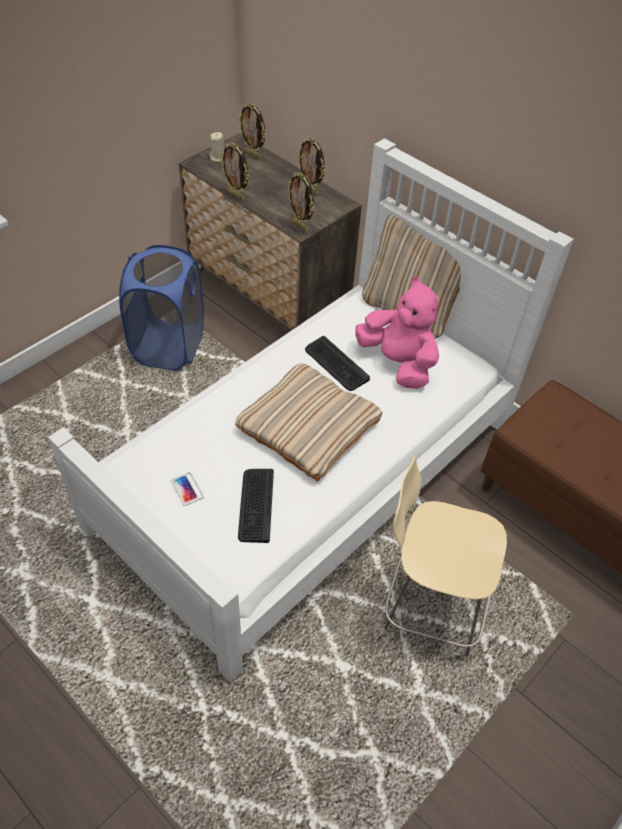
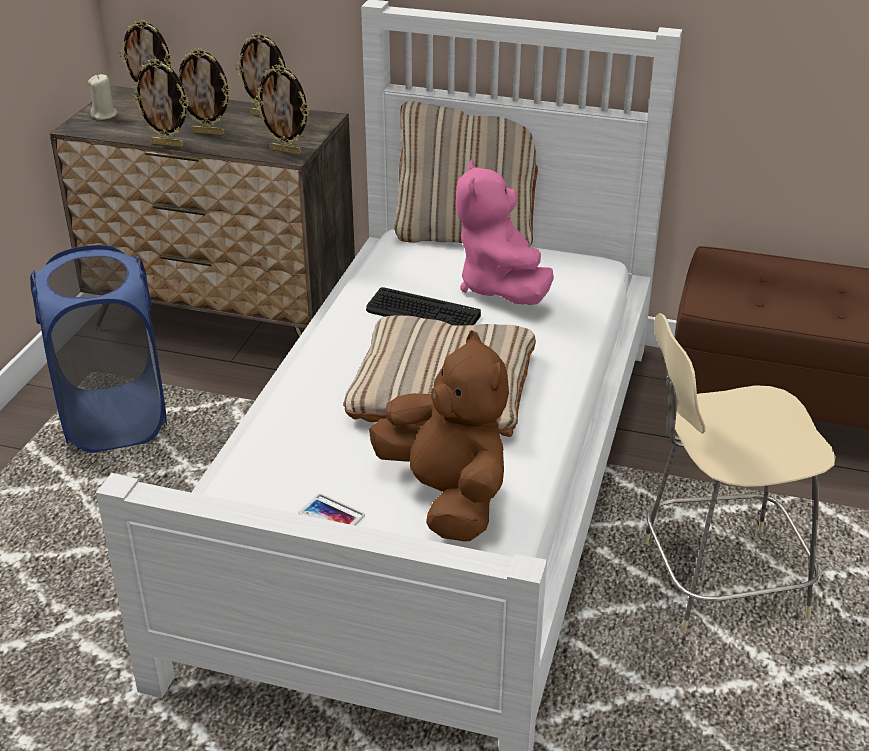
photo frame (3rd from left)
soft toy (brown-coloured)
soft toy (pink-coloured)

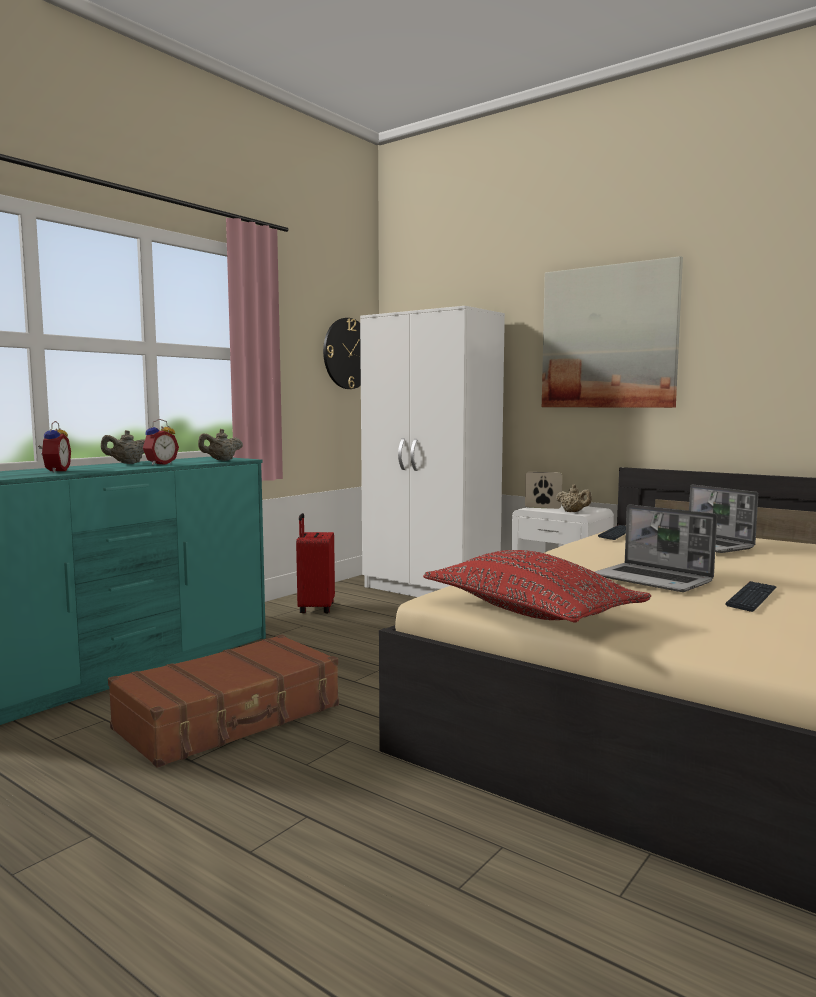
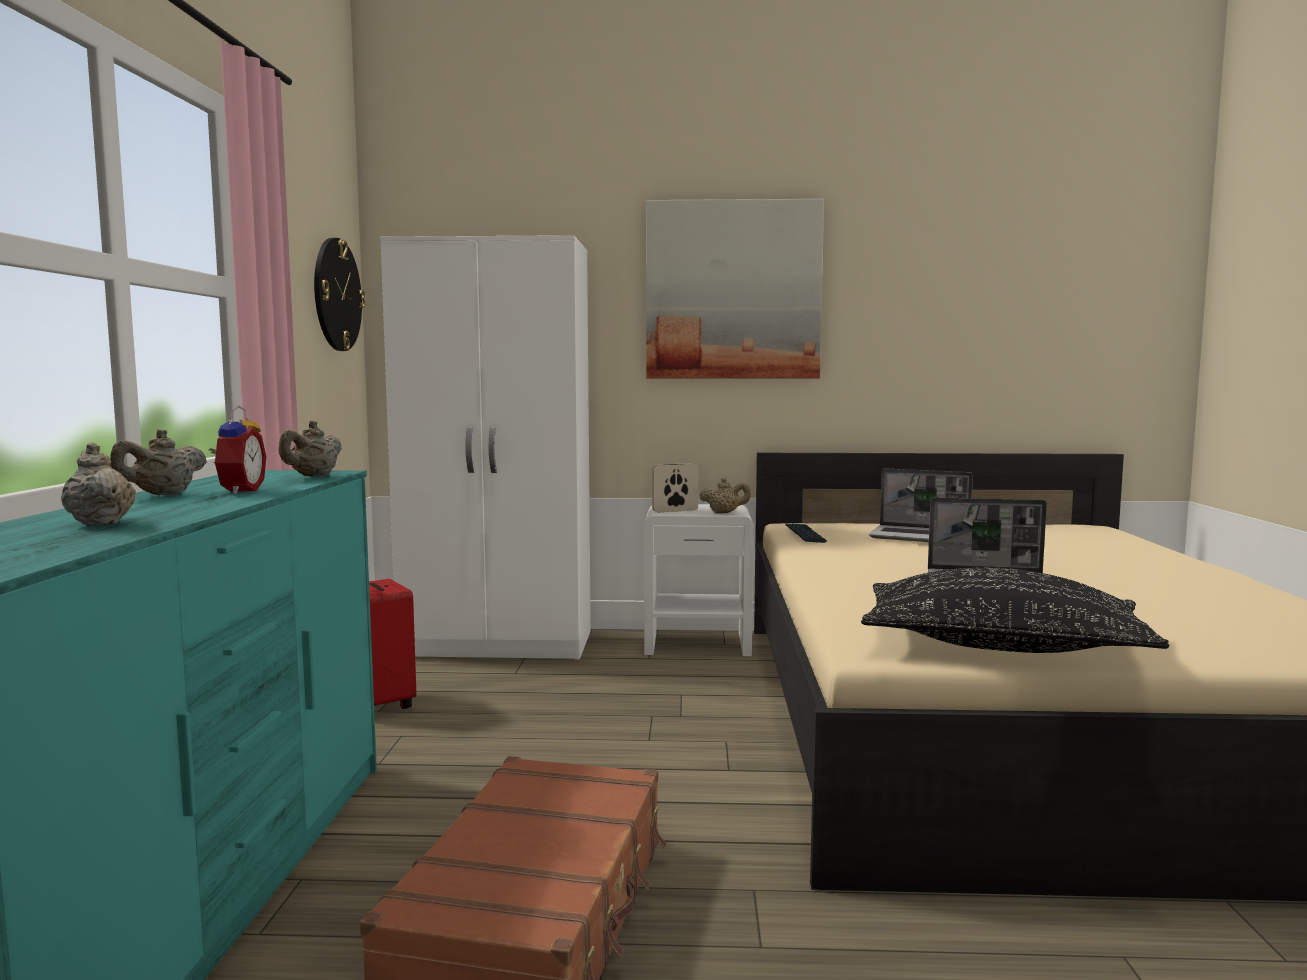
pot for tea (sand-coloured) (1st from left)
throw pillow (black-coloured)
computer keyboard (2nd from left in the first image)

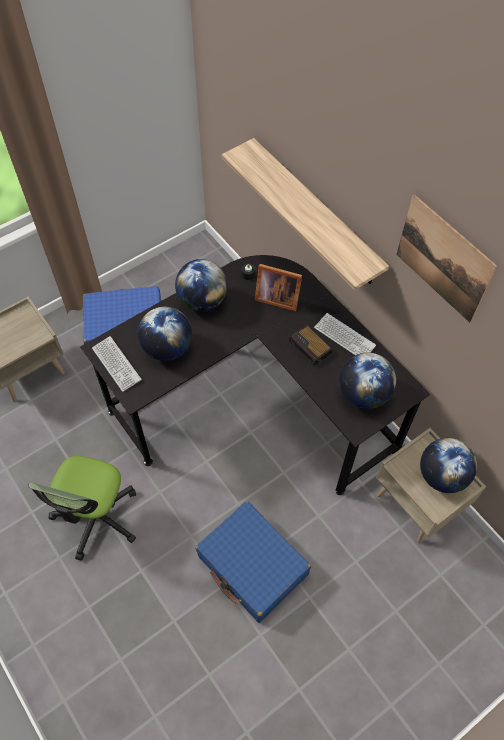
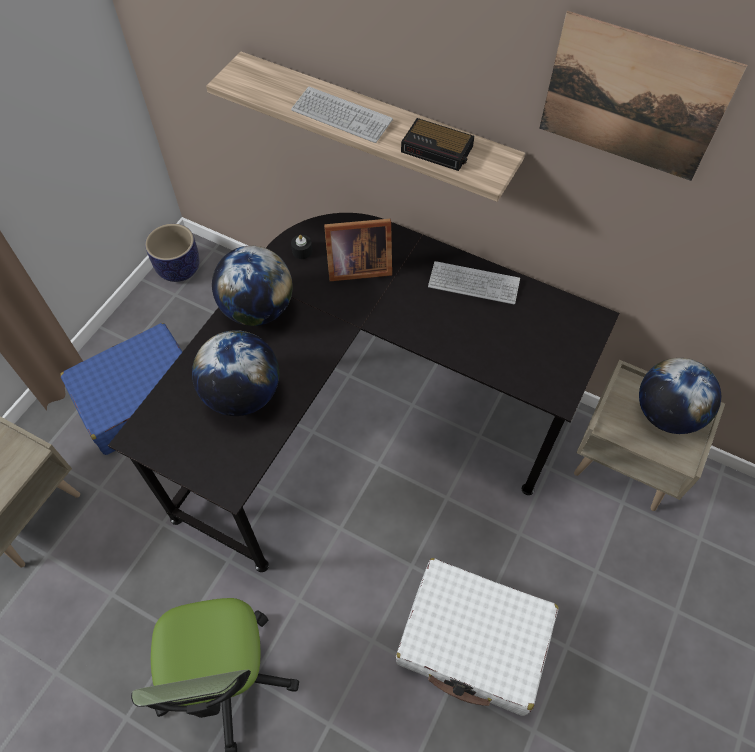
planter
computer keyboard (1st from left)
suitcase (white-coloured)
alarm clock
world globe (3rd from left in the first image)

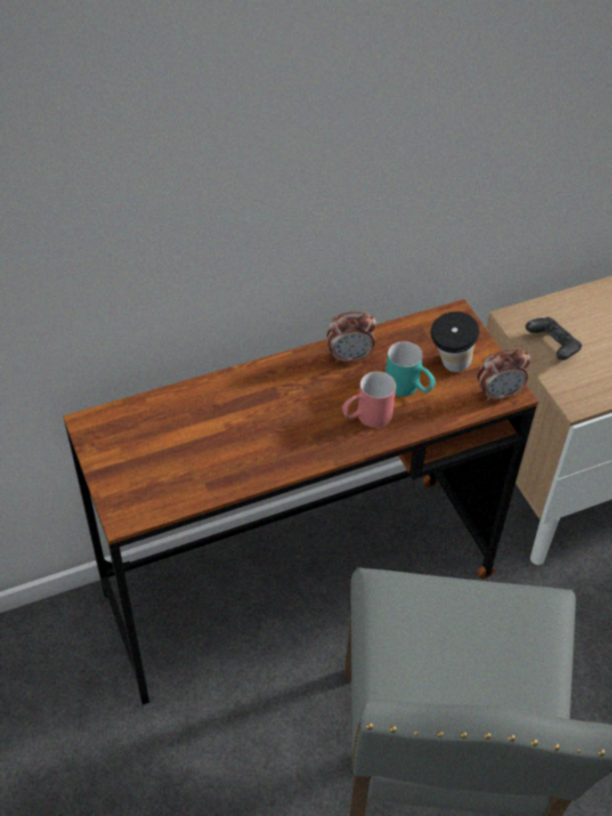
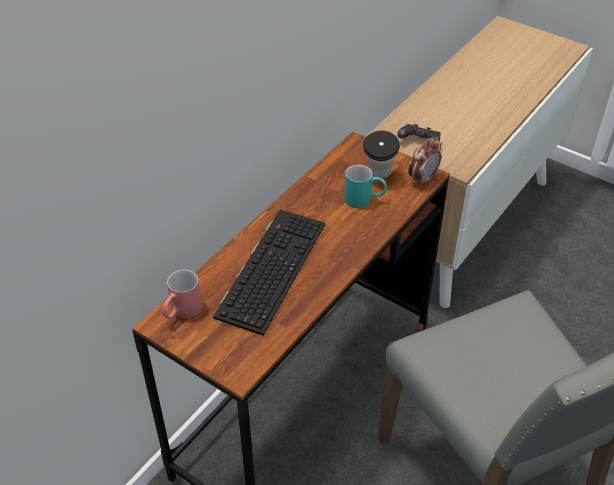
coffee mug (red-coloured)
computer keyboard
alarm clock (1st from left in the first image)

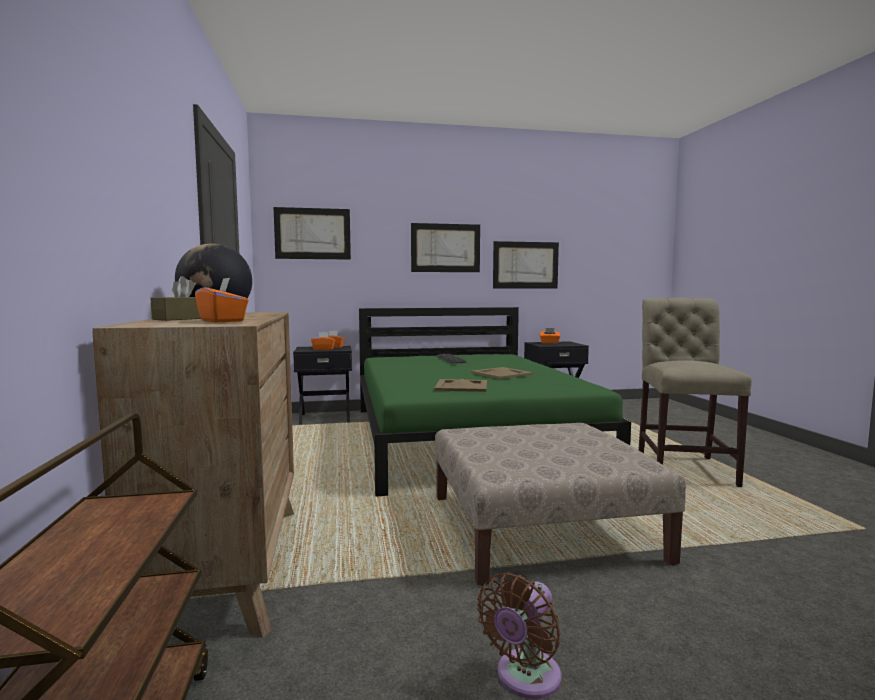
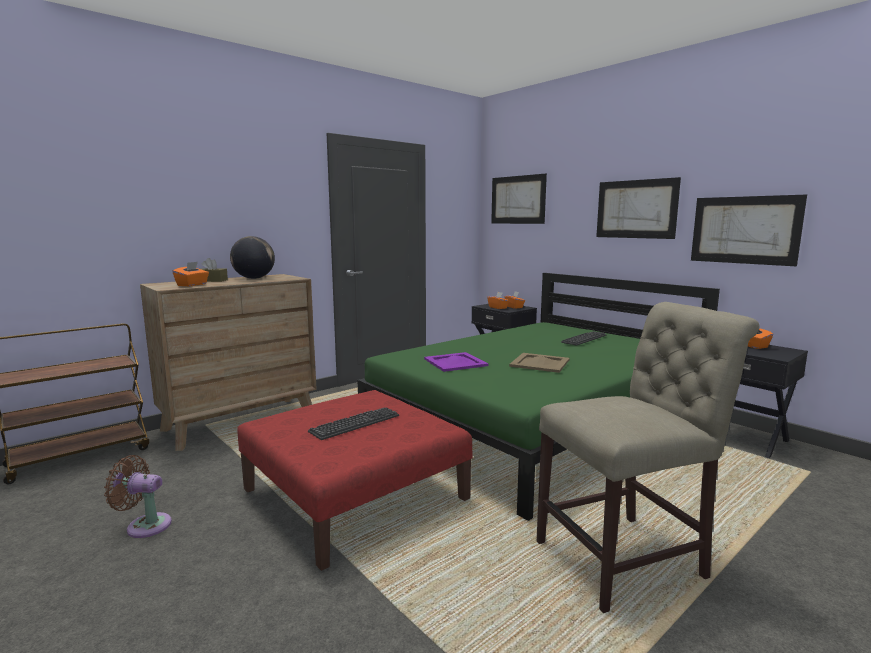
pouffe (red-coloured)
computer keyboard (1st from left)
tray (purple)

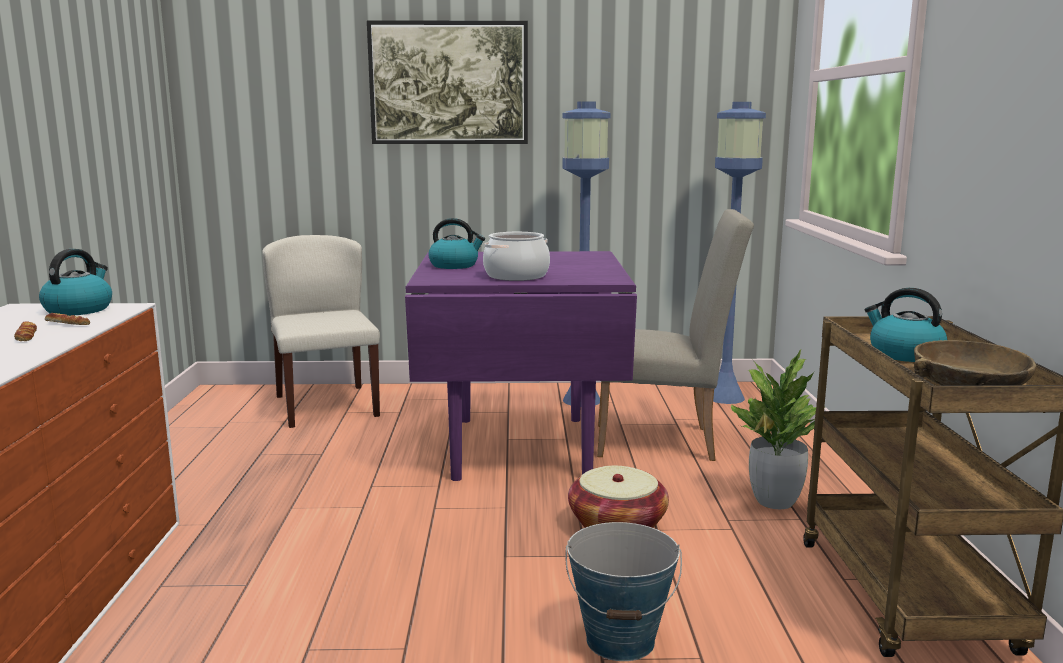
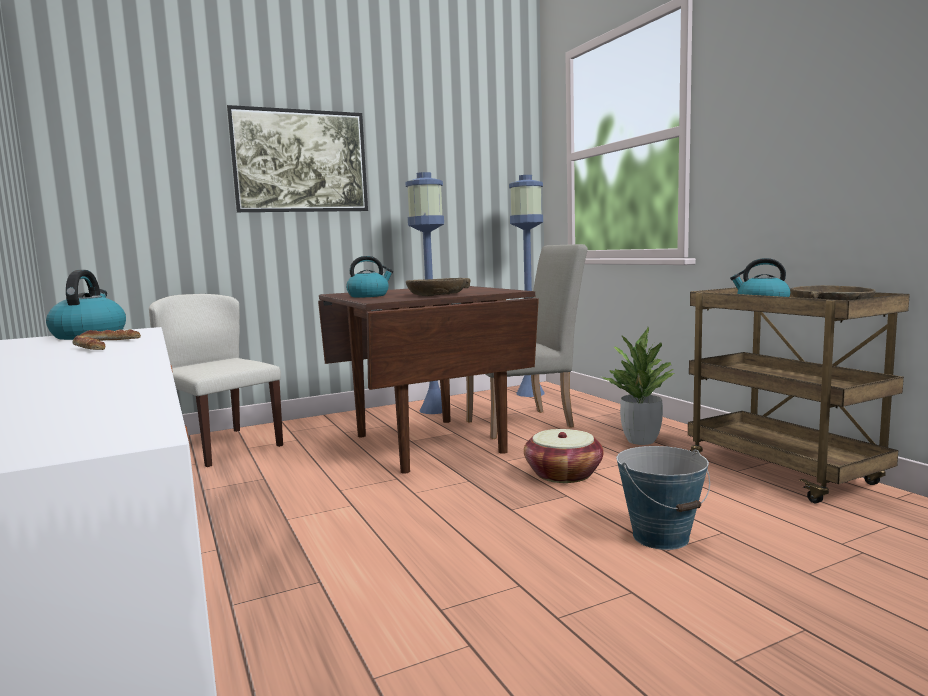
dinner table (brown-coloured)
bowl (brown-coloured) (1st from left)

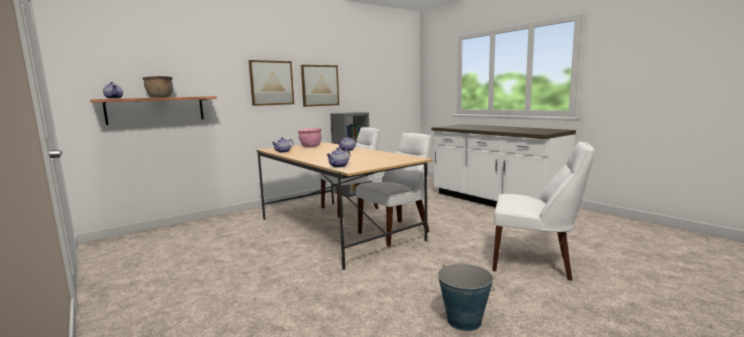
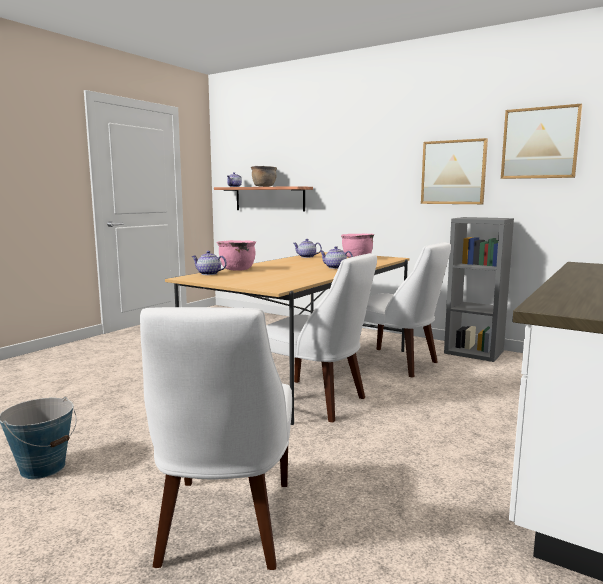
saucepot (pink-coloured) (1st from left)
wall art (2nd from left)

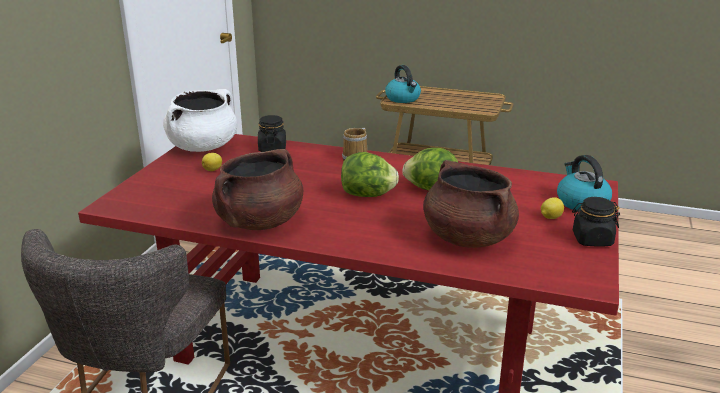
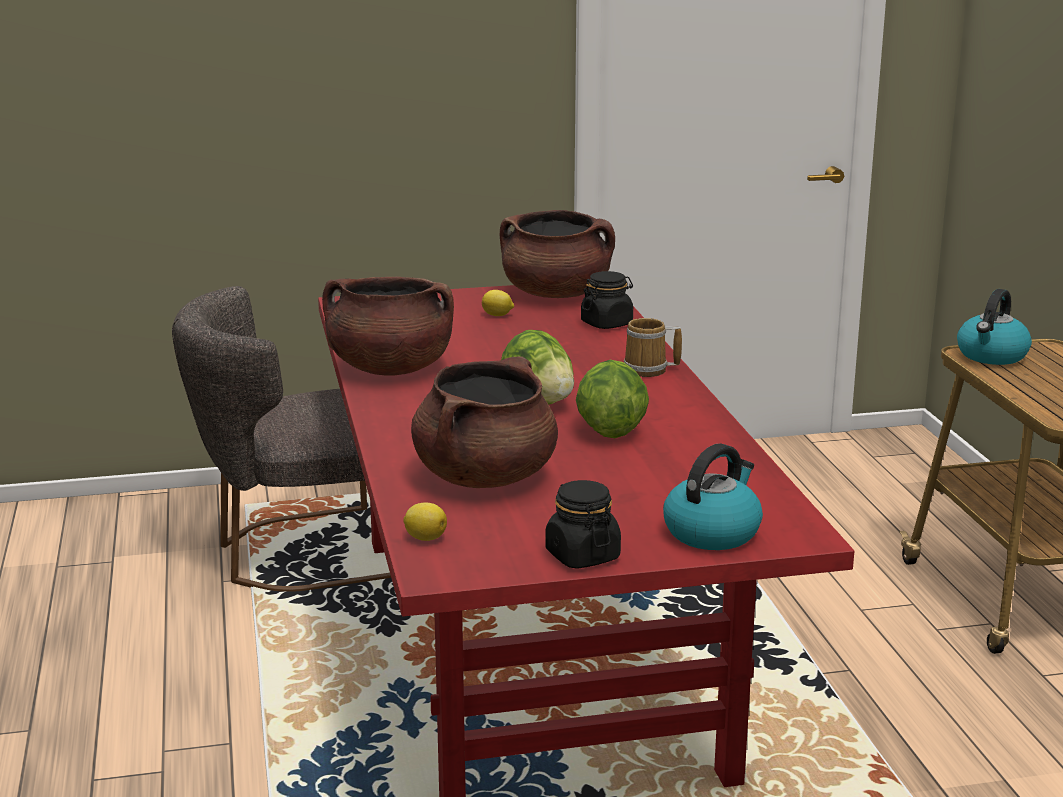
citrus fruit (1st from left)
saucepot (brown-coloured) (3rd from left)

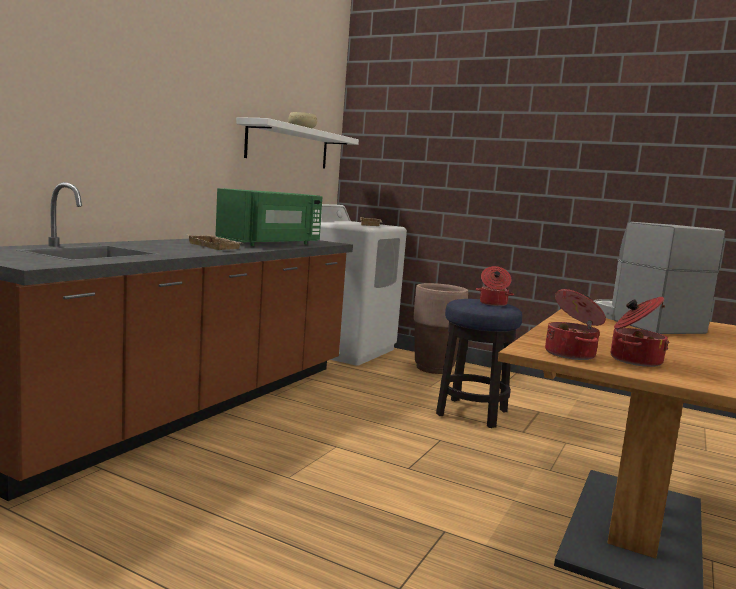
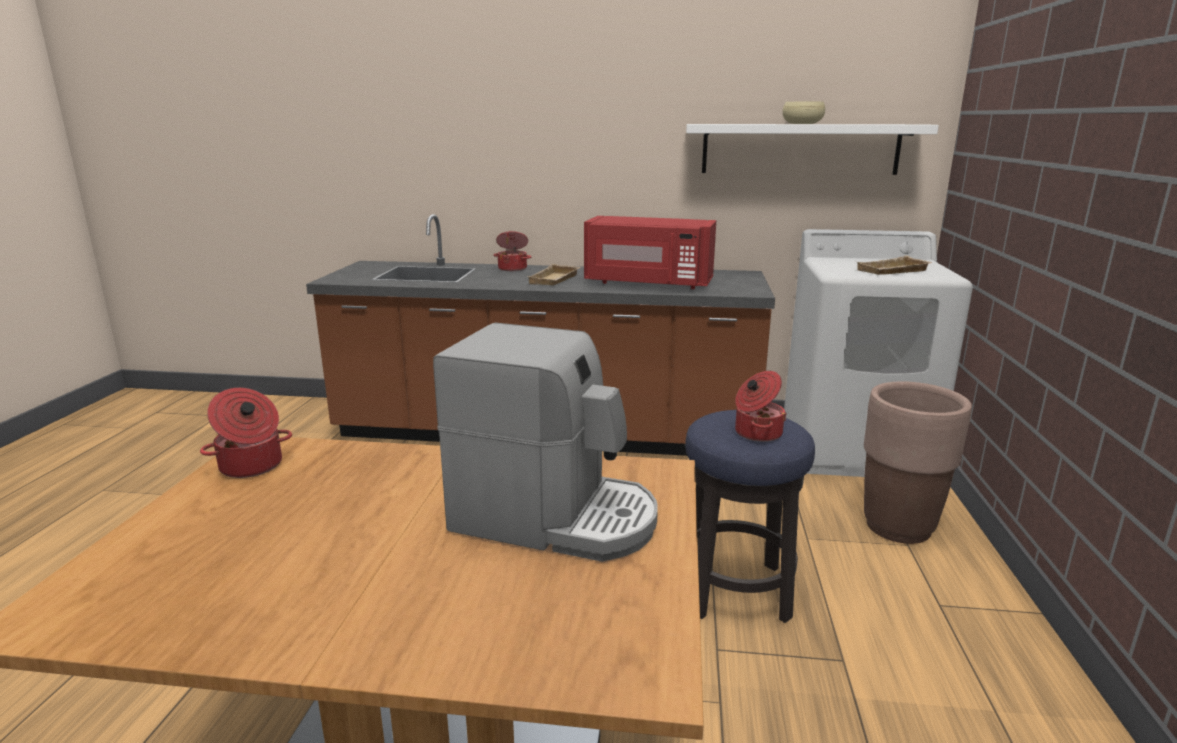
coffee brewer
saucepot (2nd from left)
microwave (red-coloured)

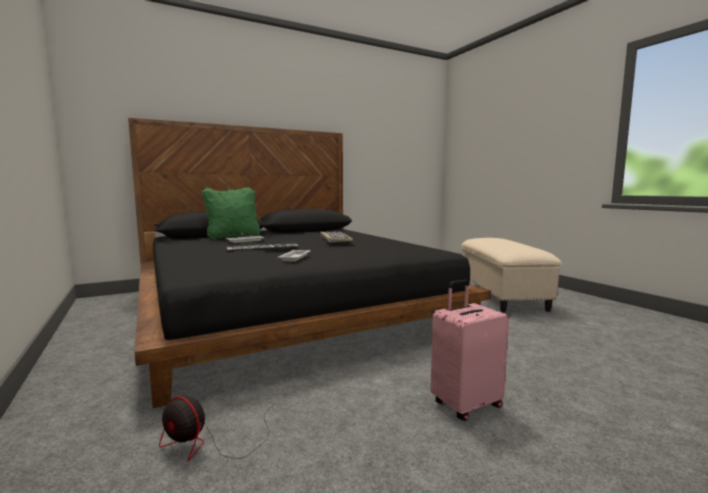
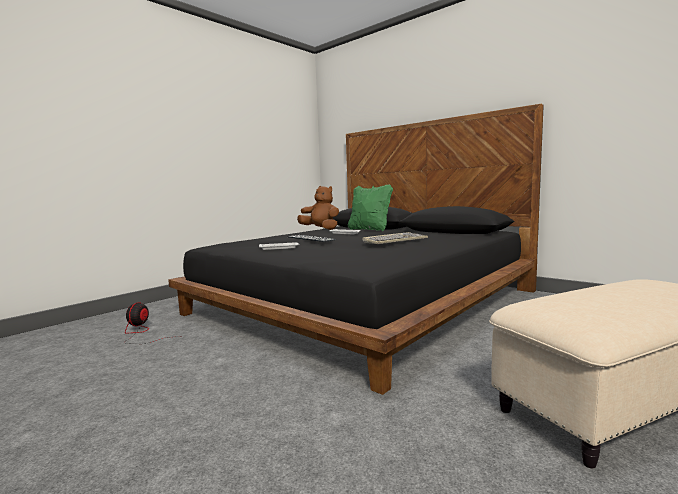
soft toy (brown-coloured)
suitcase (pink-coloured)

